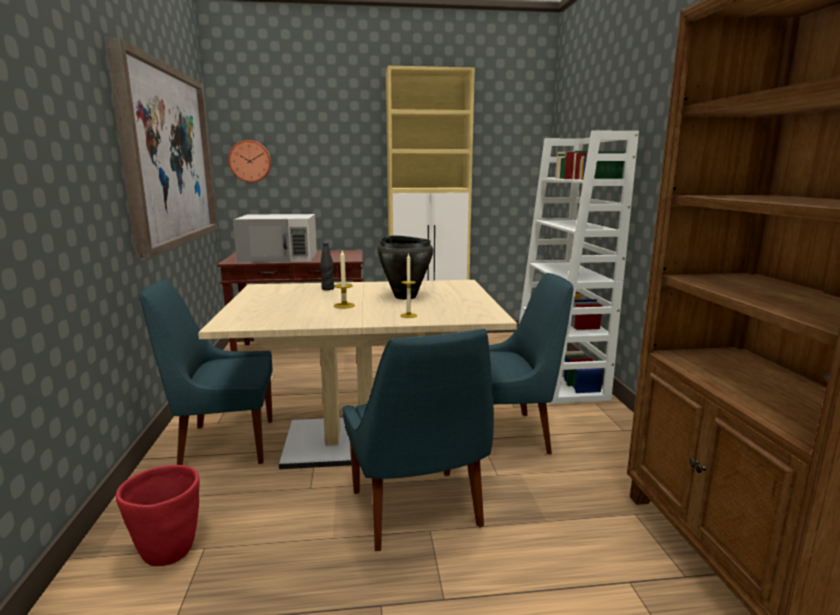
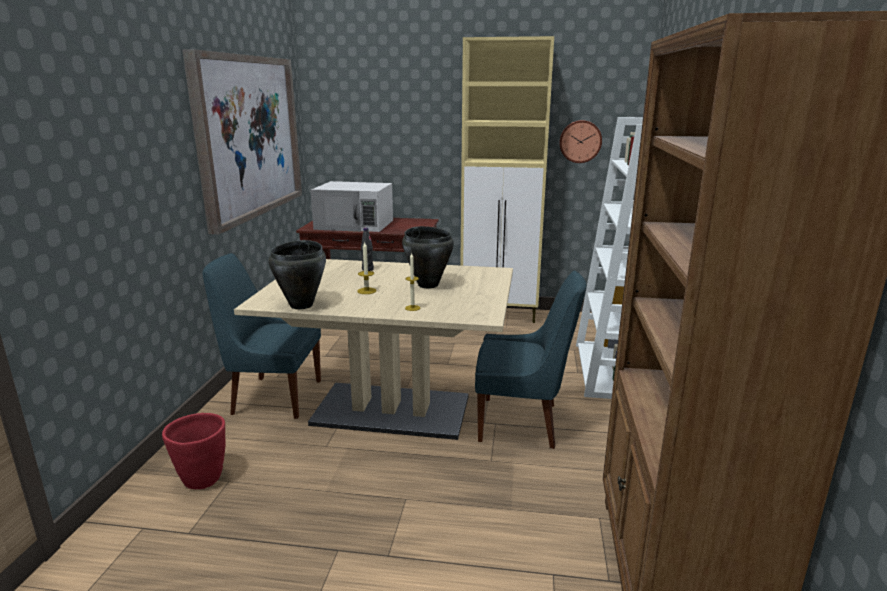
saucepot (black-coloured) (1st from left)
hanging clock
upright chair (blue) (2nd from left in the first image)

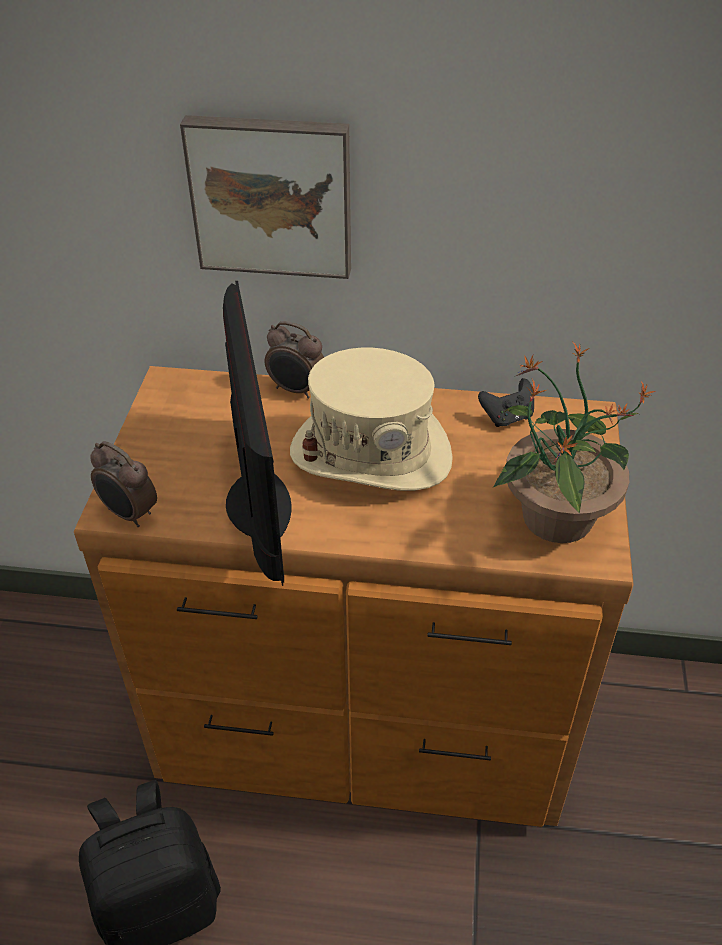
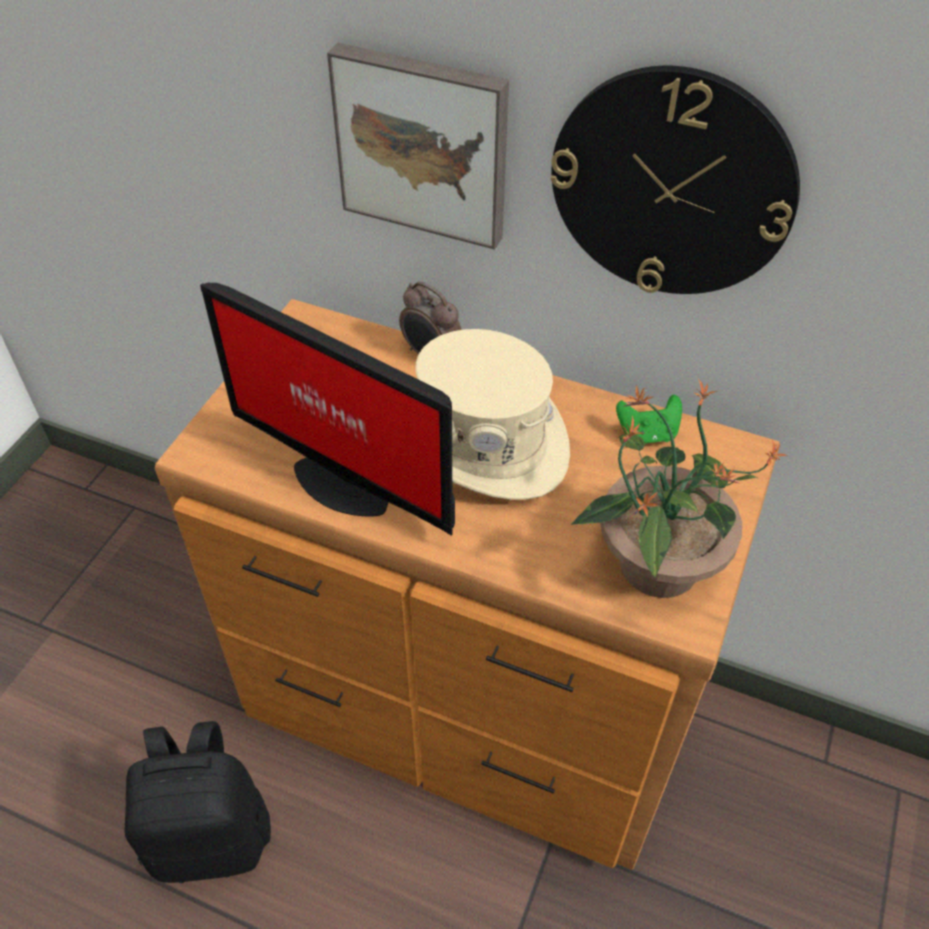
computer display
hanging clock
gamepad (green-coloured)
alarm clock (1st from left in the first image)

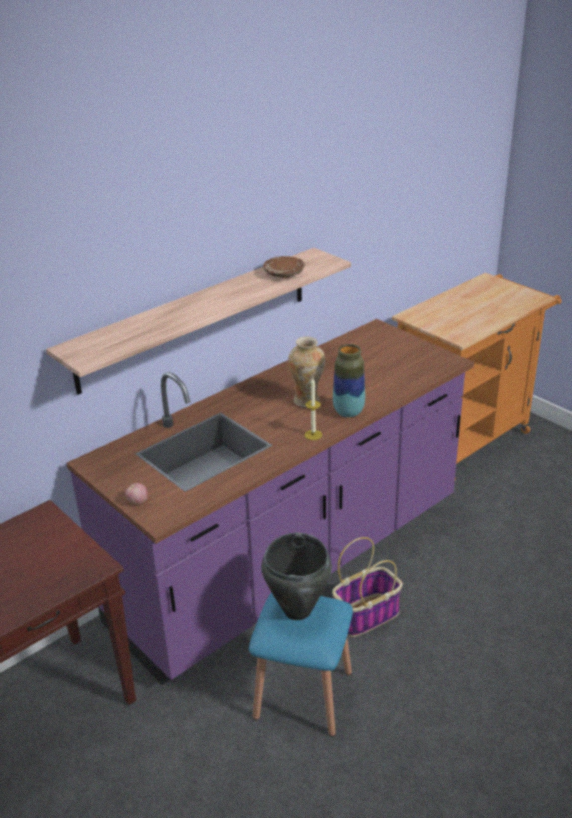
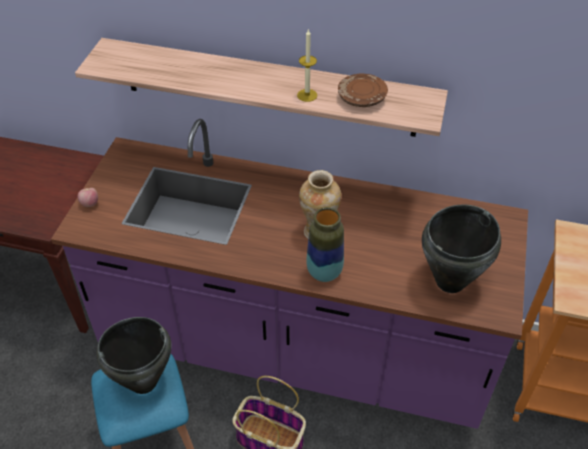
wax light
saucepot (black-coloured) (2nd from left)

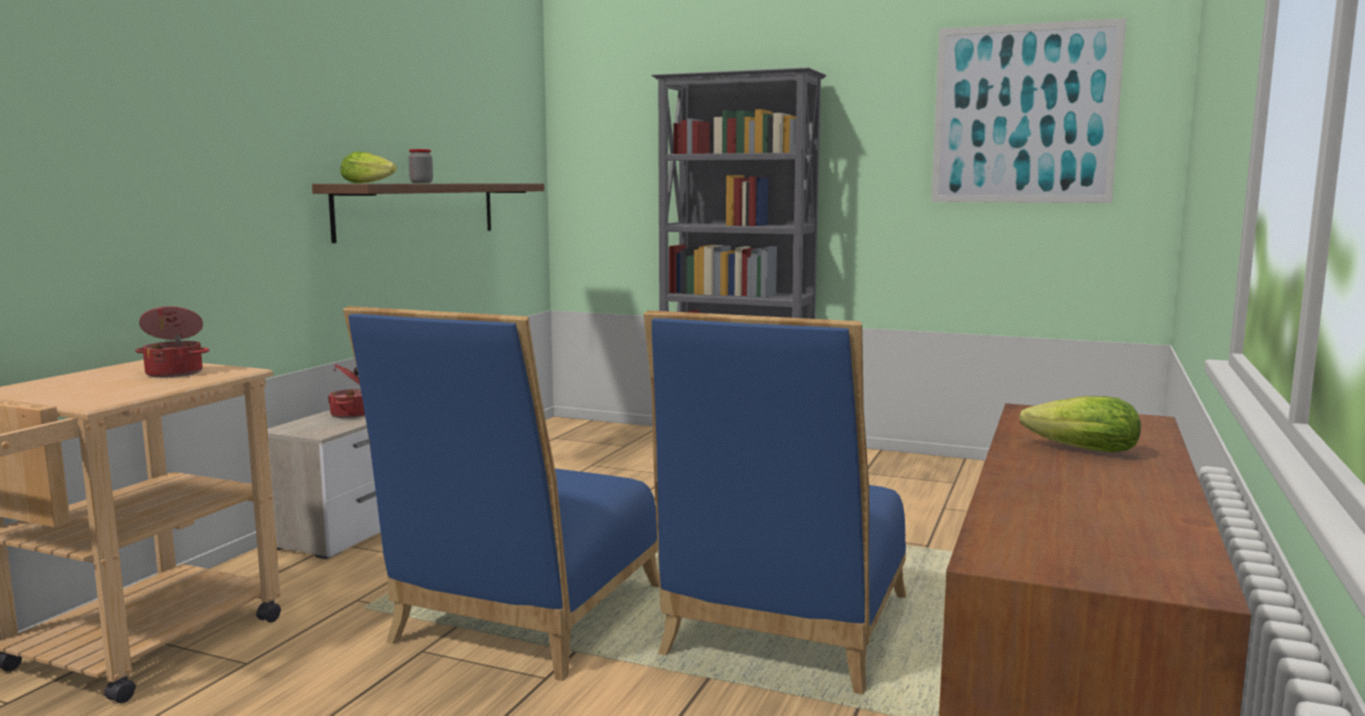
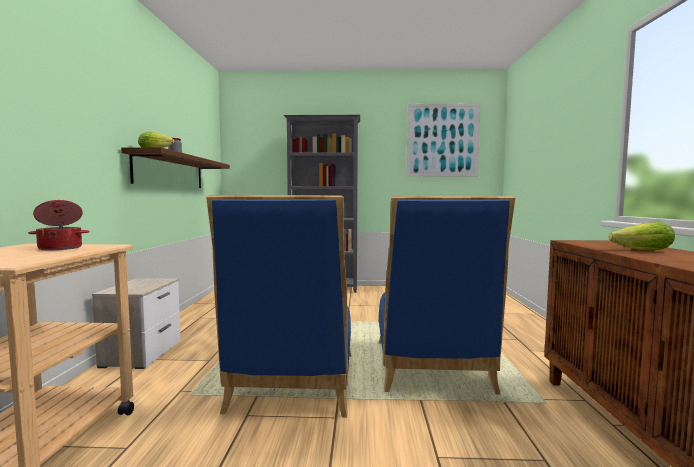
saucepot (2nd from left in the first image)

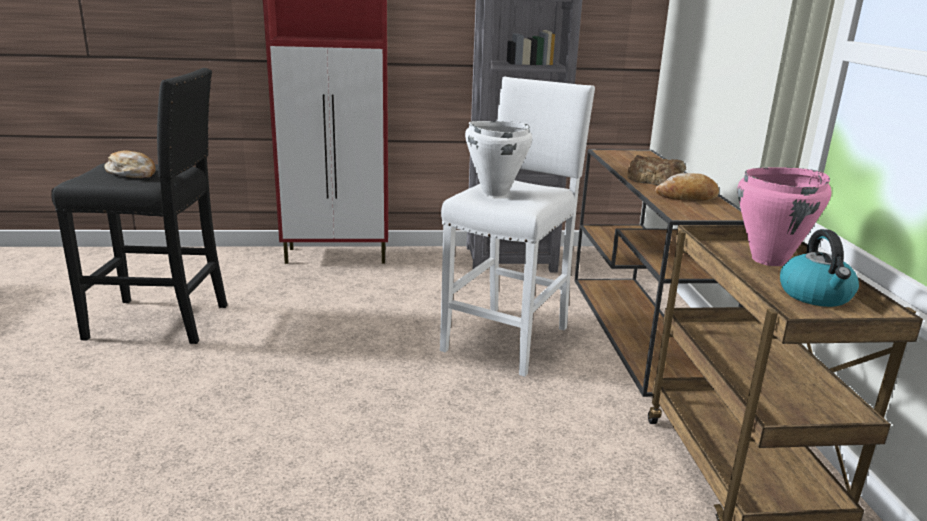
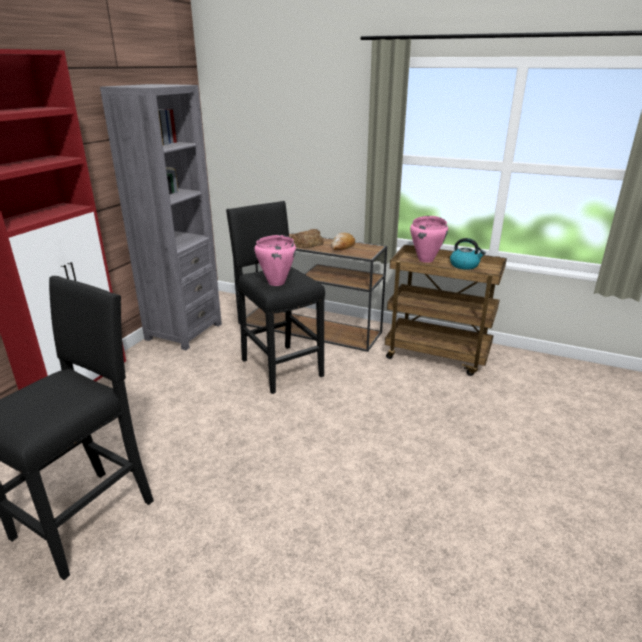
stool (black-coloured) (2nd from left)
saucepot (pink-coloured) (1st from left)
bakery bread (1st from left in the first image)

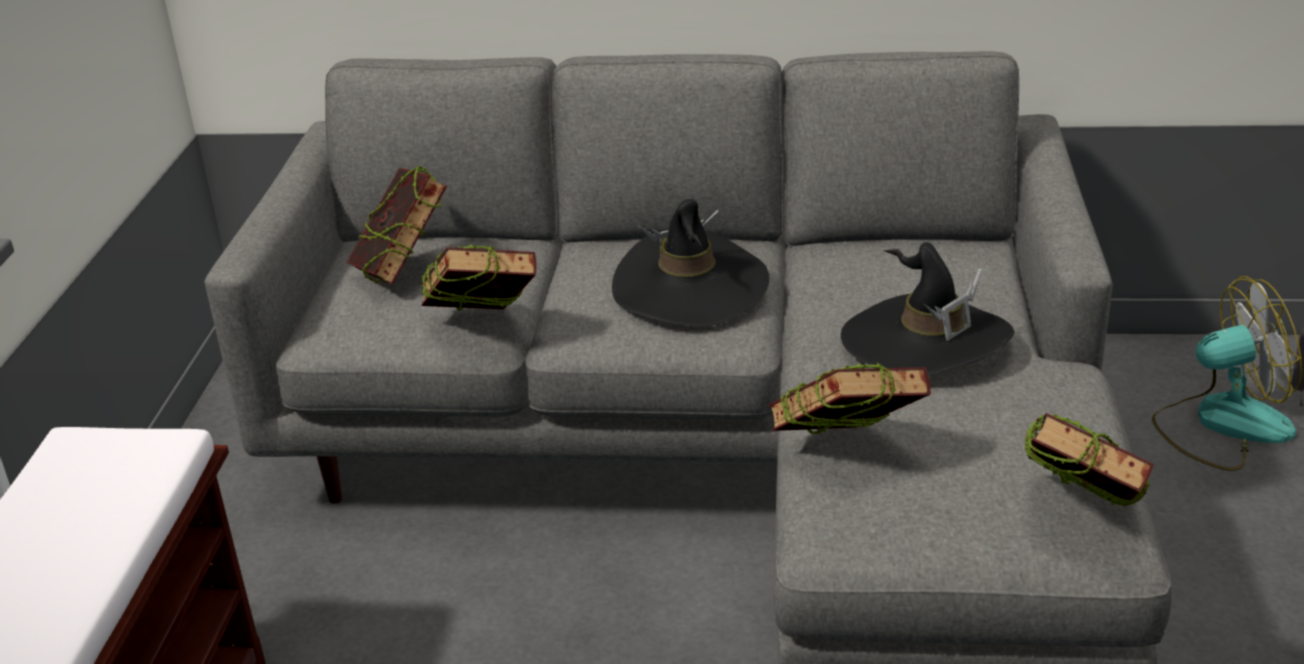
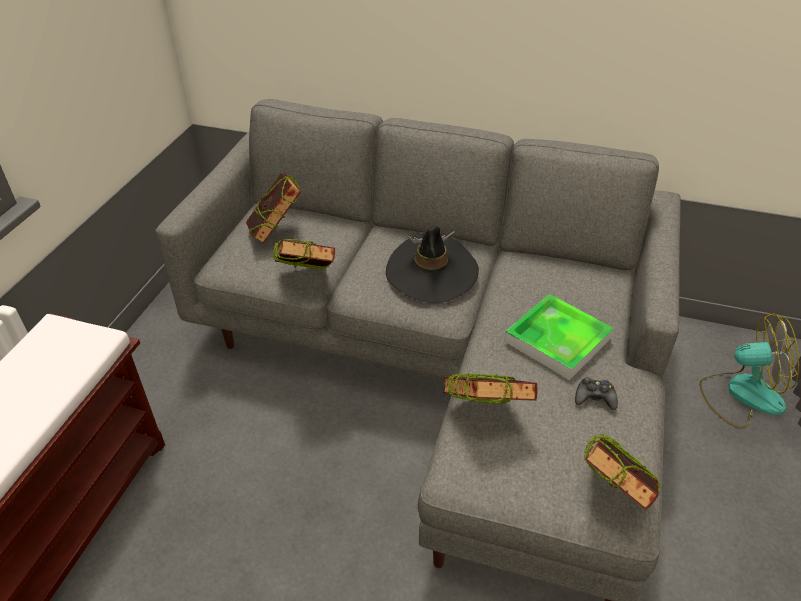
tray
gamepad (black-coloured)

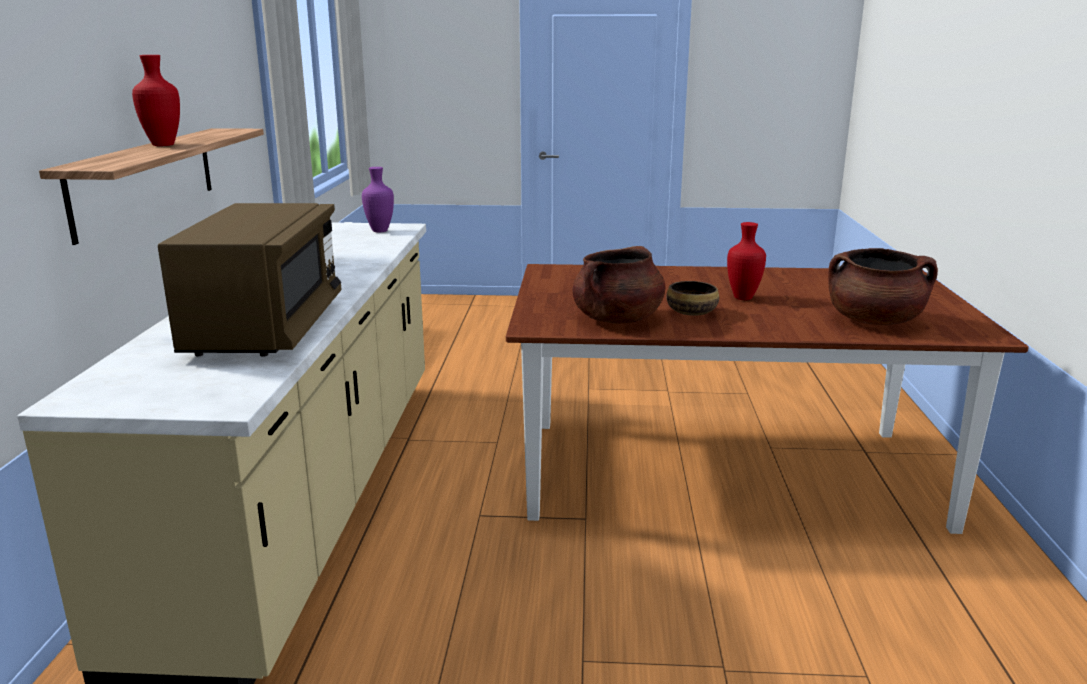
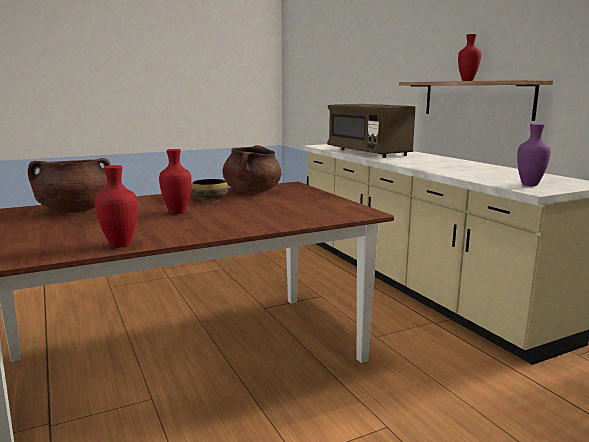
flower vase (red-coloured) (1st from left)

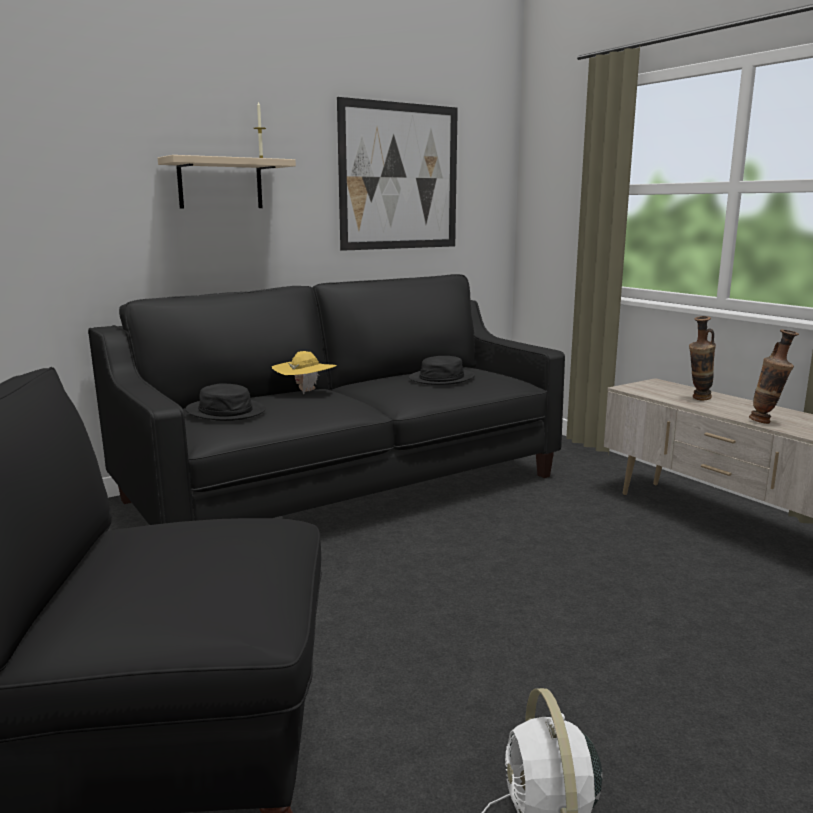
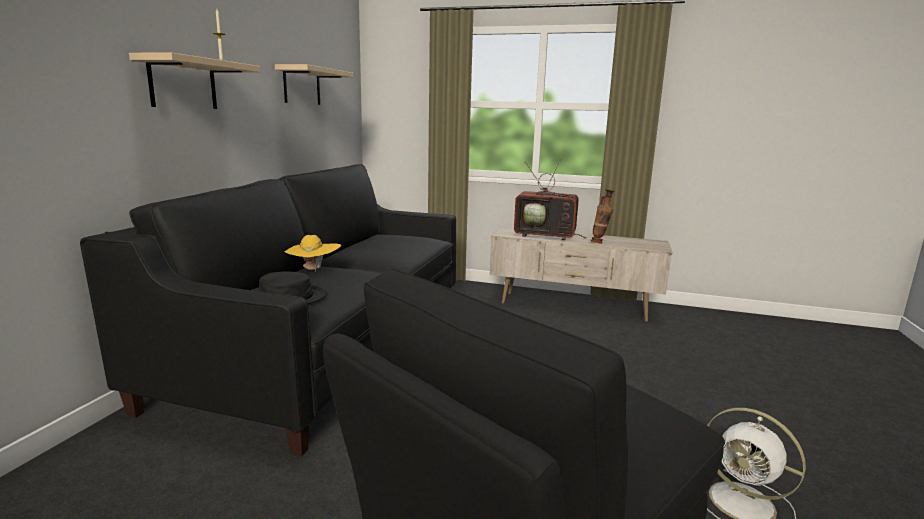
bracket shelf (sand-coloured) (2nd from left)
TV set
wearable hat (black-coloured) (2nd from left in the first image)

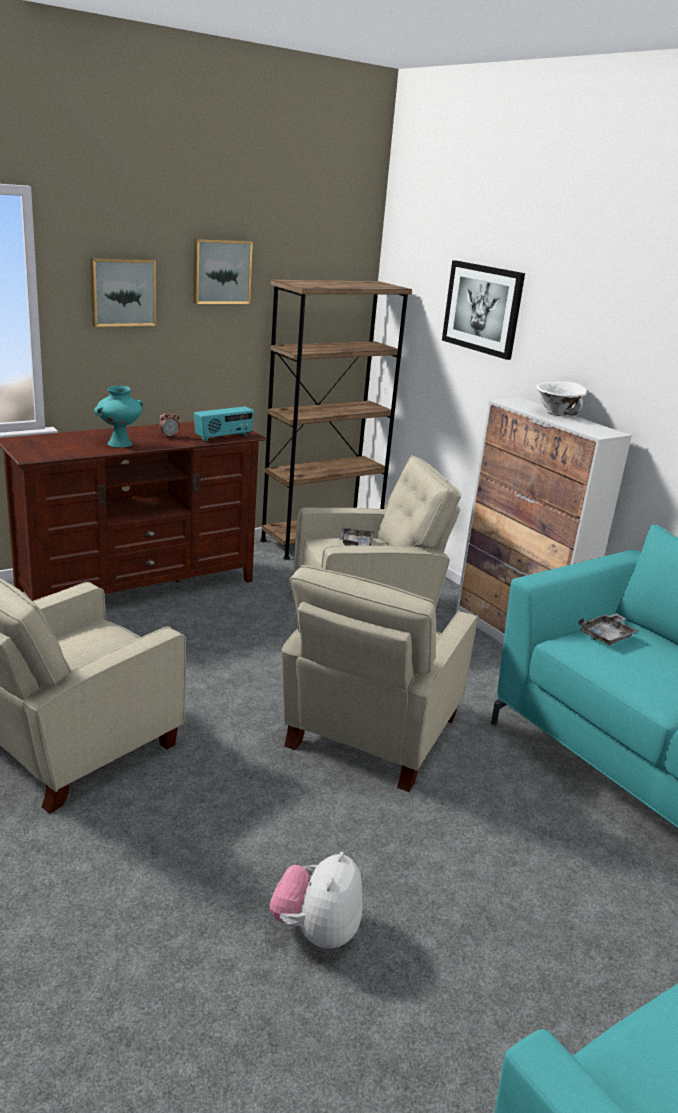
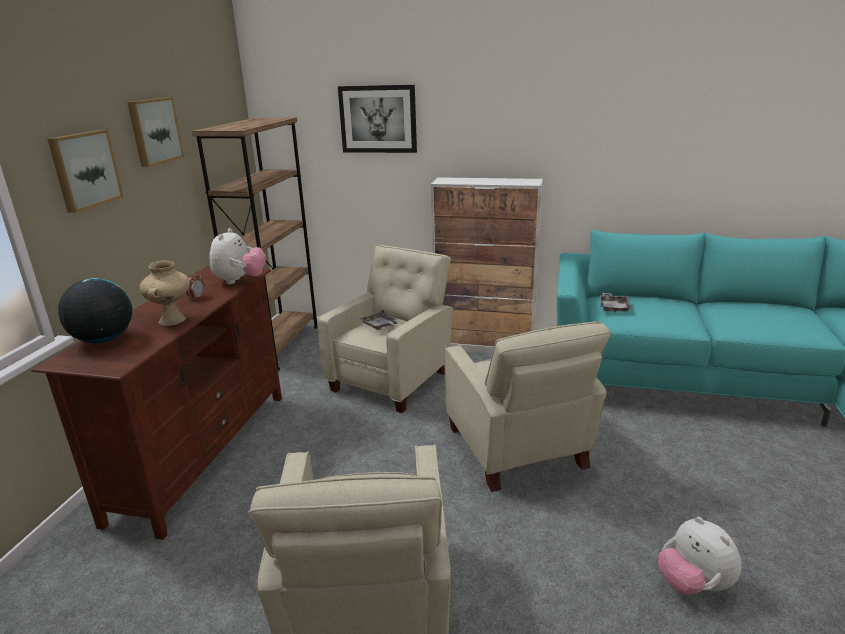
world globe
flower vase (sand-coloured)
soft toy (1st from left)
bowl (white-coloured)

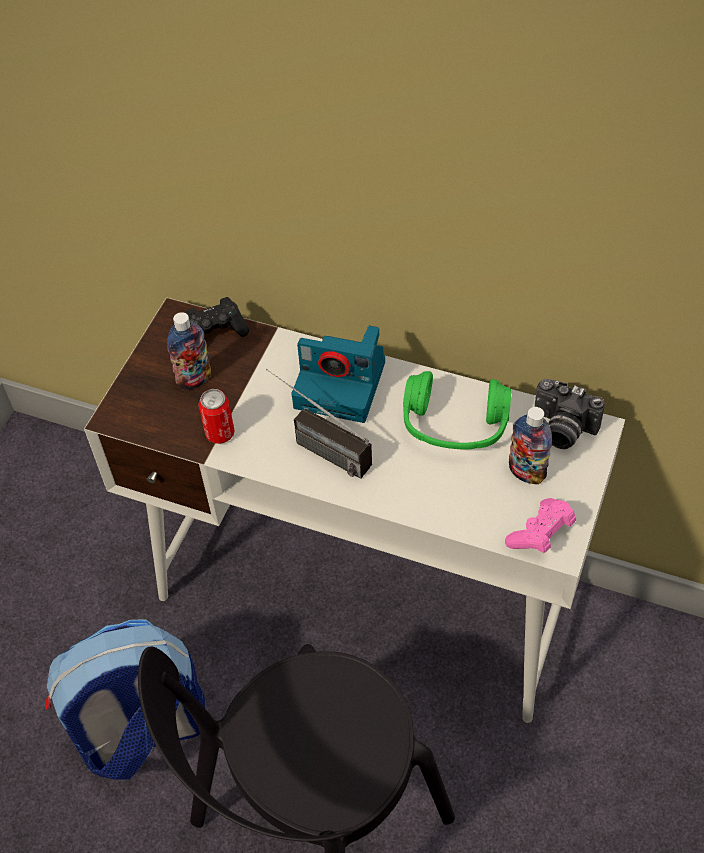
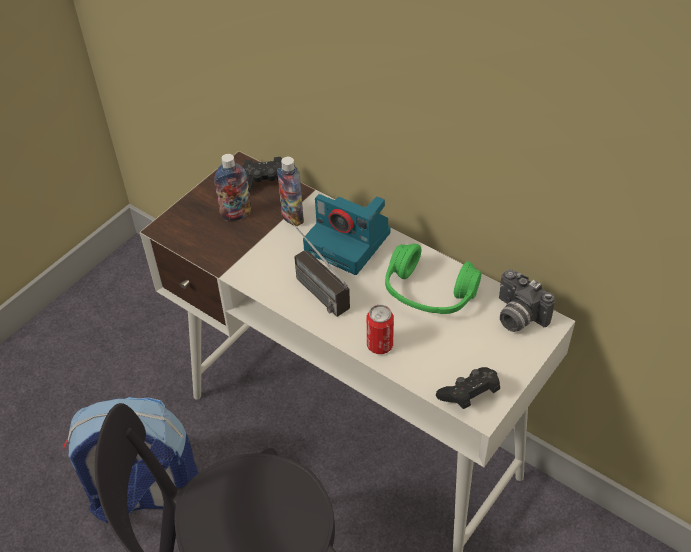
drink bottle (2nd from left)
sealed can
gamepad (black-coloured) (2nd from left)

